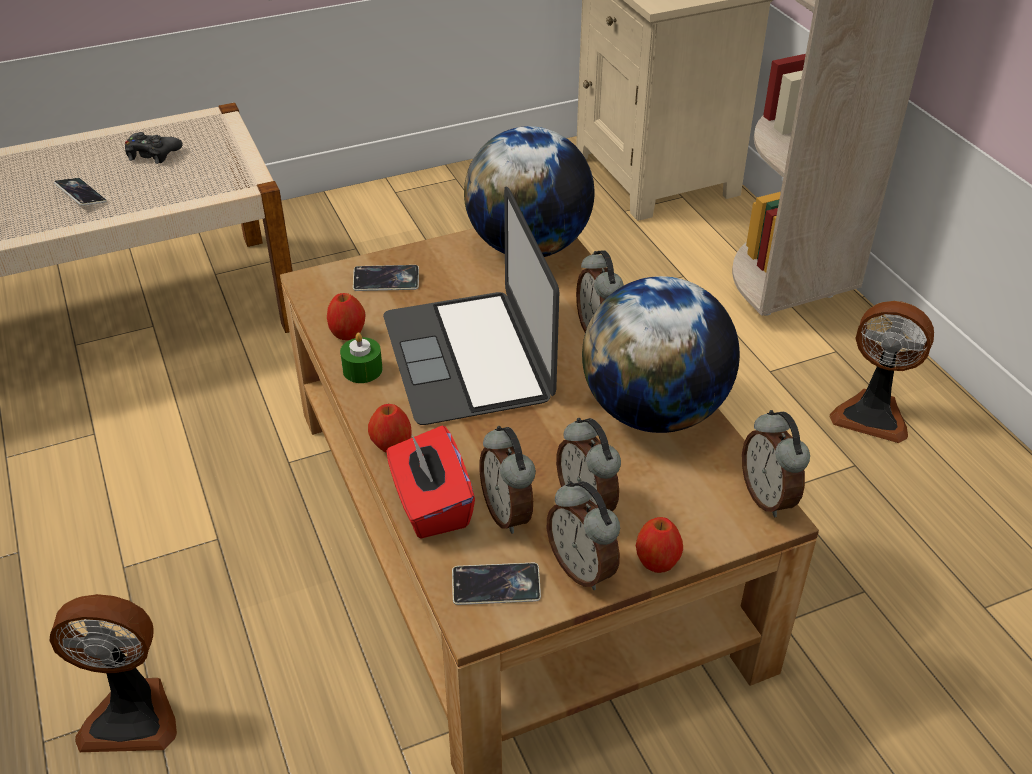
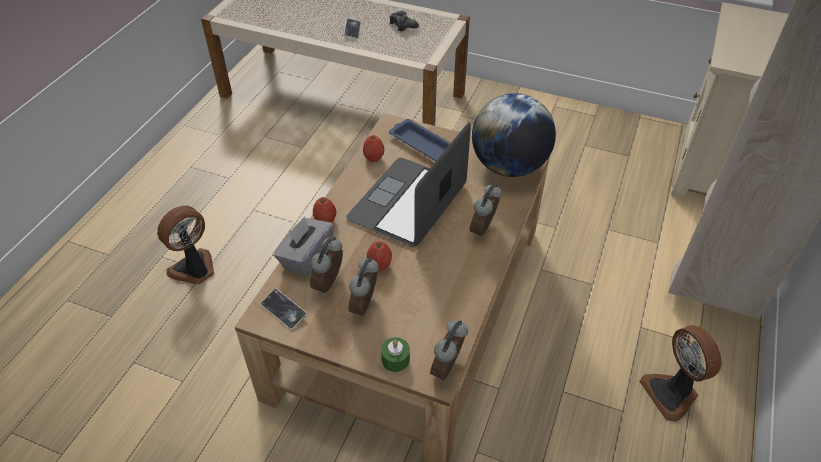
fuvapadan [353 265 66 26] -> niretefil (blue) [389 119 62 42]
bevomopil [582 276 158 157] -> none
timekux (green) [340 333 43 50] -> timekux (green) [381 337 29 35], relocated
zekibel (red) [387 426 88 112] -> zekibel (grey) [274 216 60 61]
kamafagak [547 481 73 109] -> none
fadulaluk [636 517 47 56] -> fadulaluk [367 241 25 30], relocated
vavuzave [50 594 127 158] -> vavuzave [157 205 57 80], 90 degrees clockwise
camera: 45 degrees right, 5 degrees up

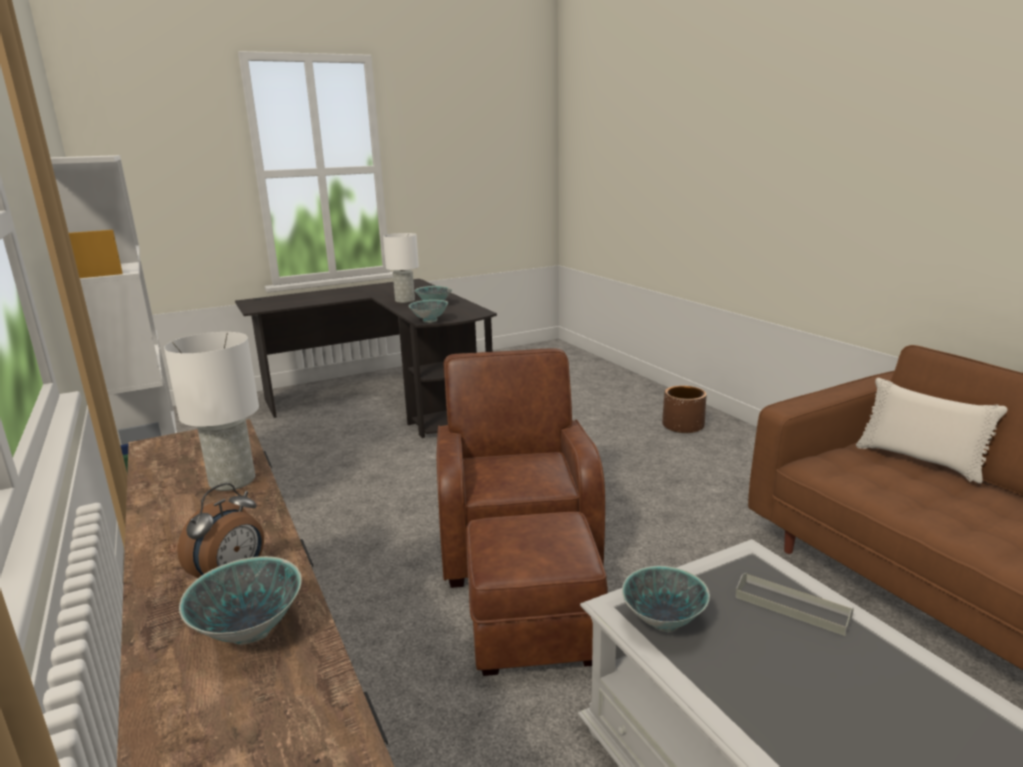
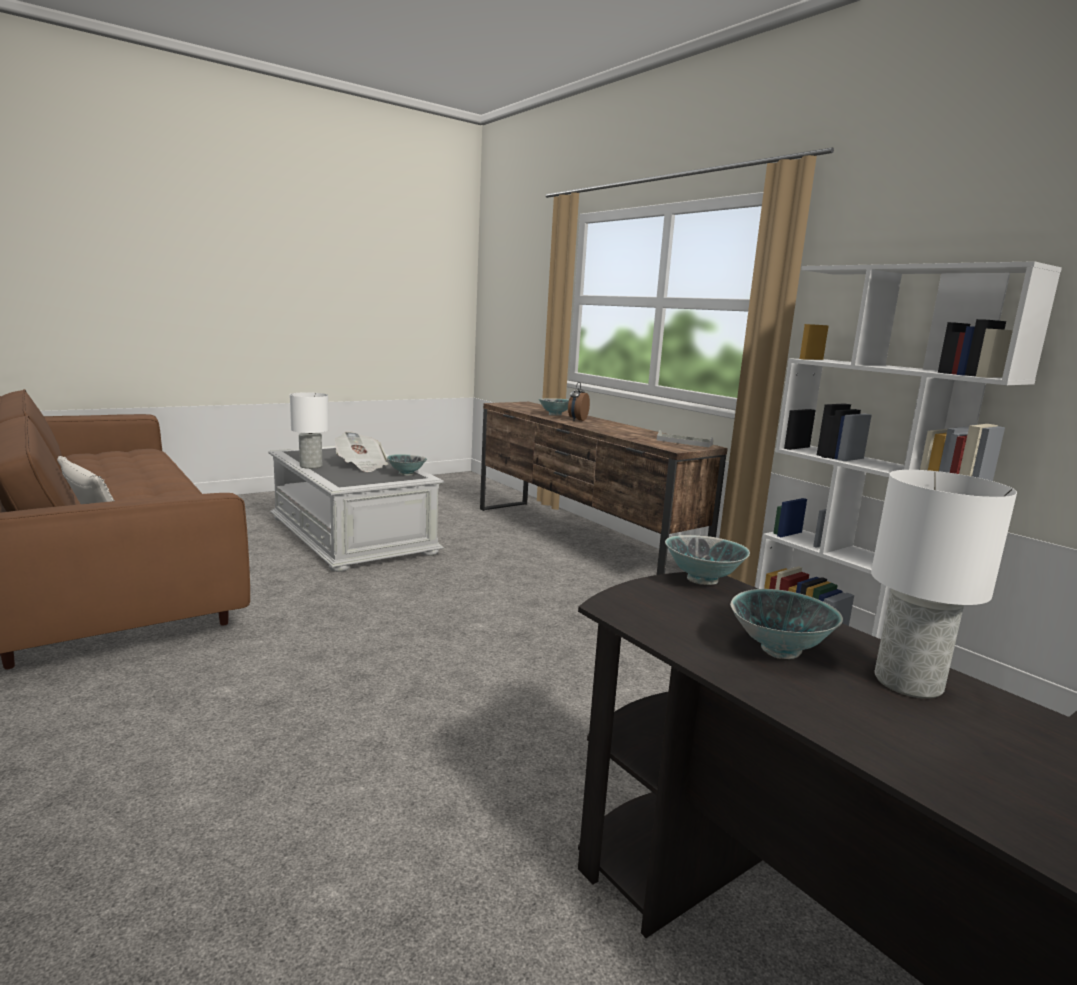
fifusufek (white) [164 332 95 159] -> fifusufek (white) [290 392 39 77], relocated
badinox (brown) [437 349 171 327] -> none
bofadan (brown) [662 386 45 47] -> none
niretefil (grey) [735 573 119 63] -> niretefil (grey) [657 430 57 17], relocated
none -> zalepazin [335 431 53 41]
camera: 170 degrees right, 5 degrees down

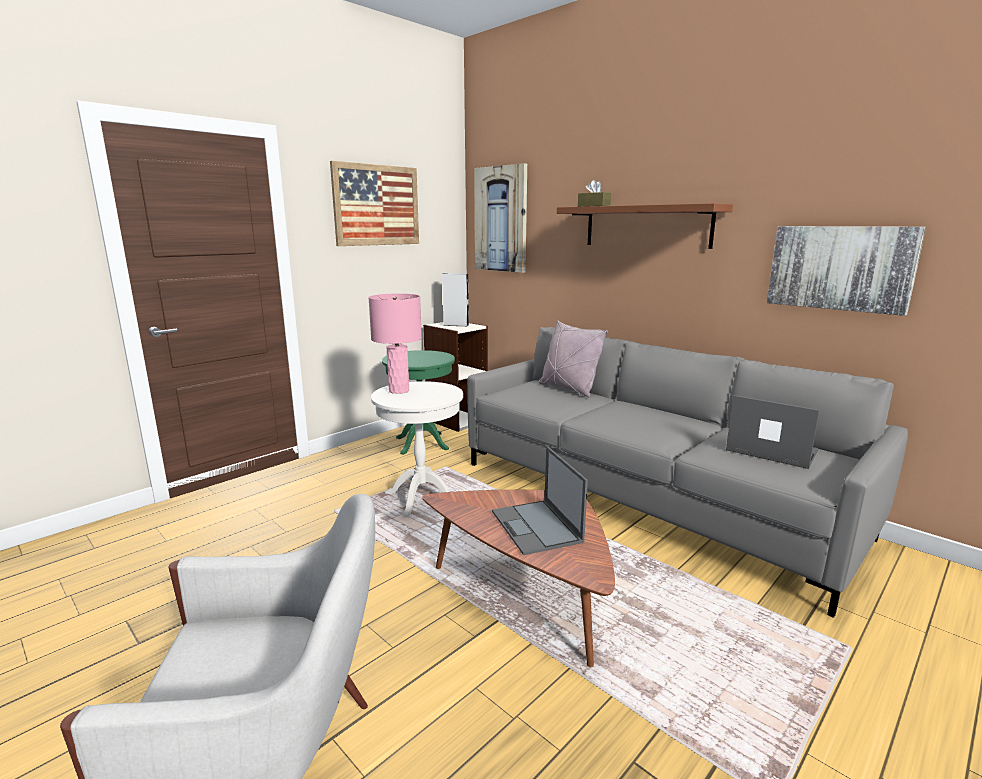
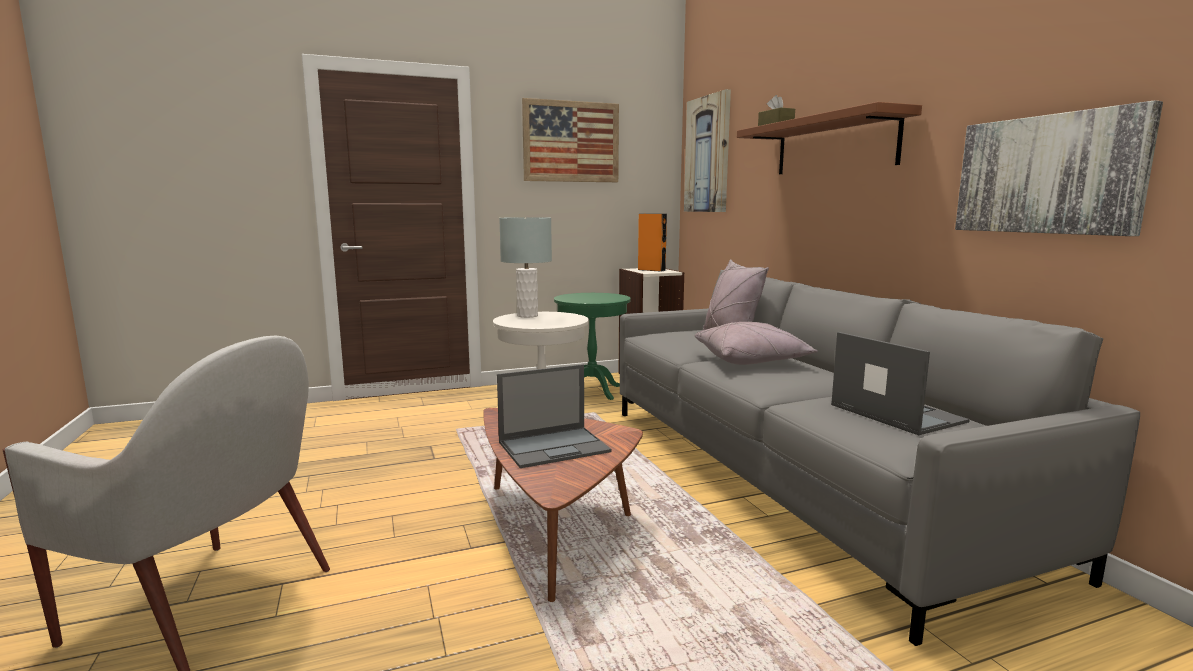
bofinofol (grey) [442 273 27 53] -> bofinofol (orange) [638 214 29 58]
fifusufek (pink) [368 293 54 101] -> fifusufek (grey) [499 217 53 101]
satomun [492 446 96 109] -> satomun [497 364 115 104], 120 degrees counterclockwise
none -> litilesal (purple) [694 322 124 43]
camera: 25 degrees right, 5 degrees down

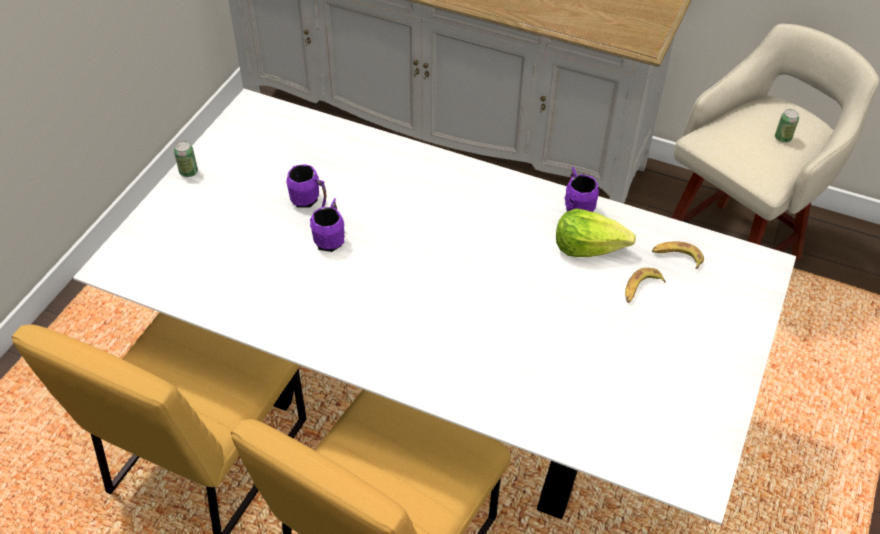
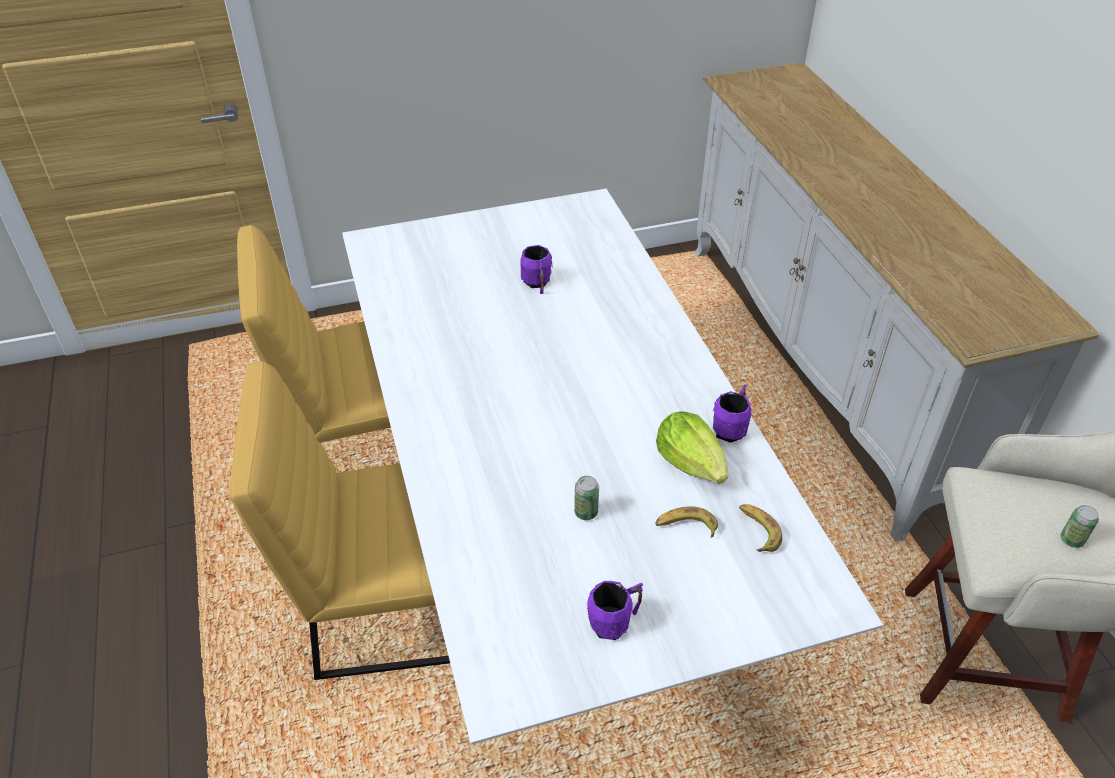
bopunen [174 141 24 36] -> bopunen [574 476 25 44], relocated
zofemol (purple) [310 198 35 54] -> zofemol (purple) [587 581 56 59], relocated
camera: 50 degrees right, 5 degrees down

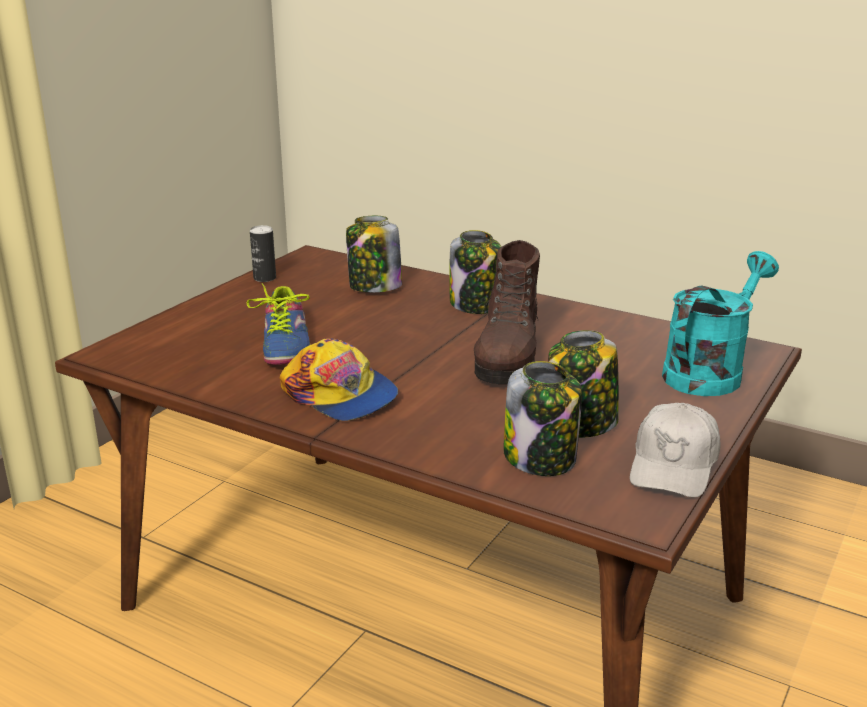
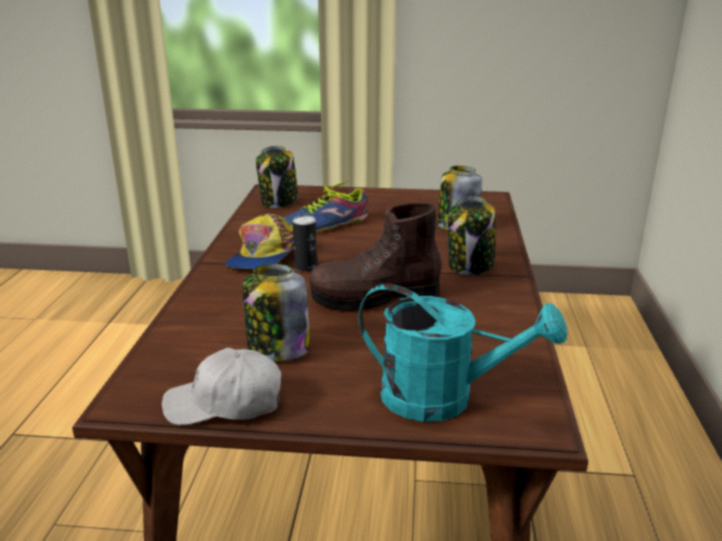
bopunen [250 225 26 57] -> bopunen [293 215 24 57], relocated
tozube [503 361 79 115] -> tozube [256 146 43 62], relocated
camera: 65 degrees right, 0 degrees up

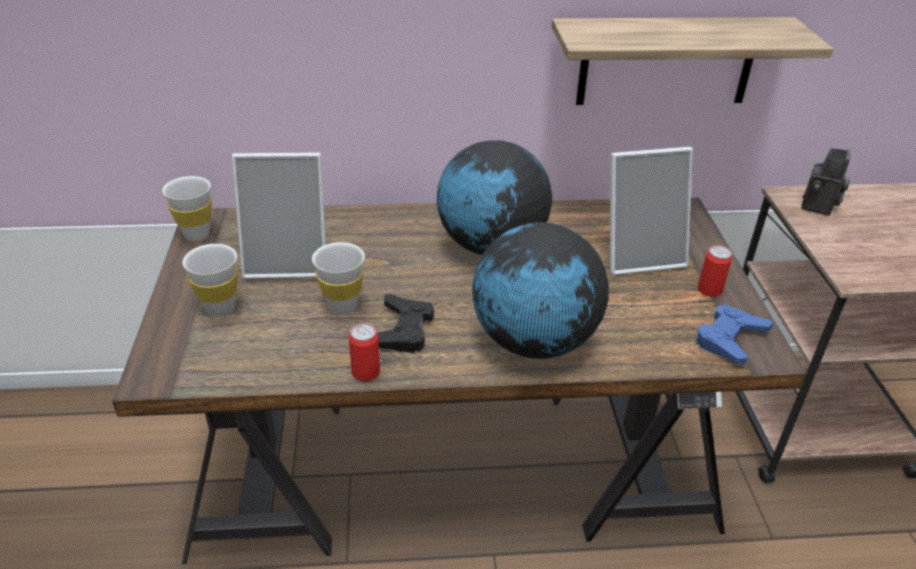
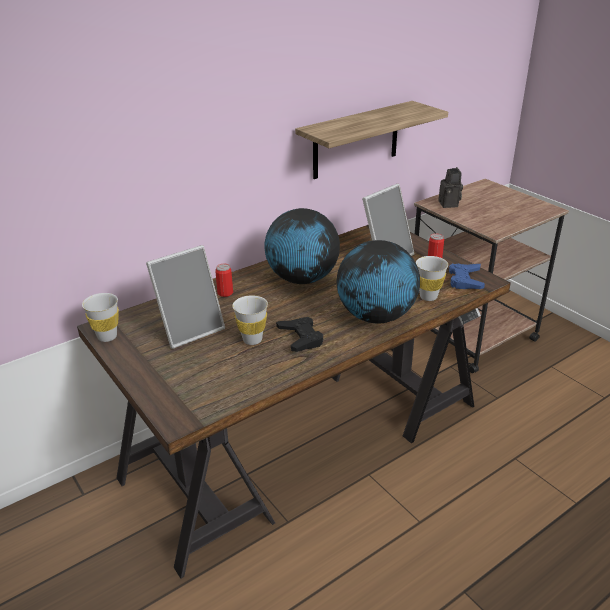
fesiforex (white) [183 244 55 73] -> fesiforex (white) [416 256 32 45], relocated
bopunen [349 323 31 58] -> bopunen [215 264 18 33], relocated
camera: 30 degrees left, 5 degrees down

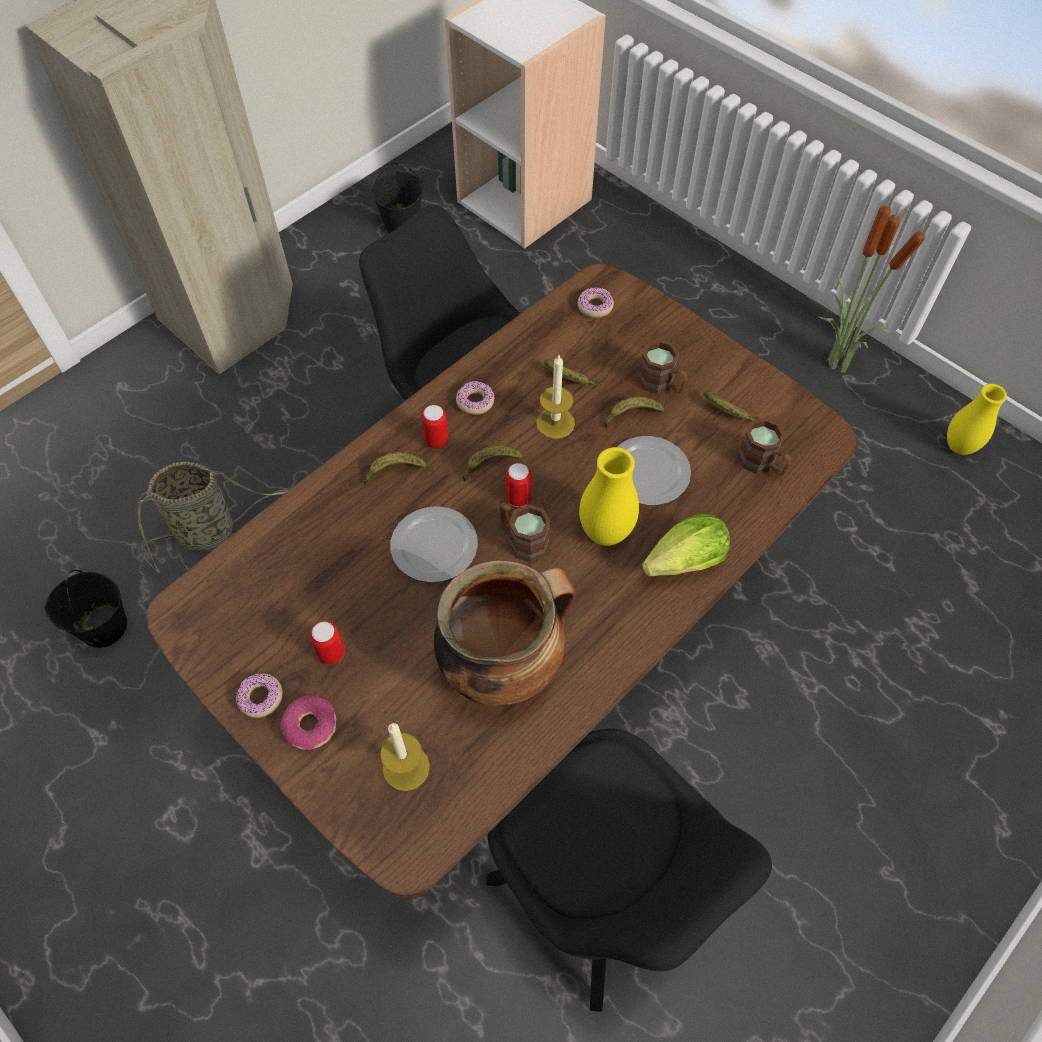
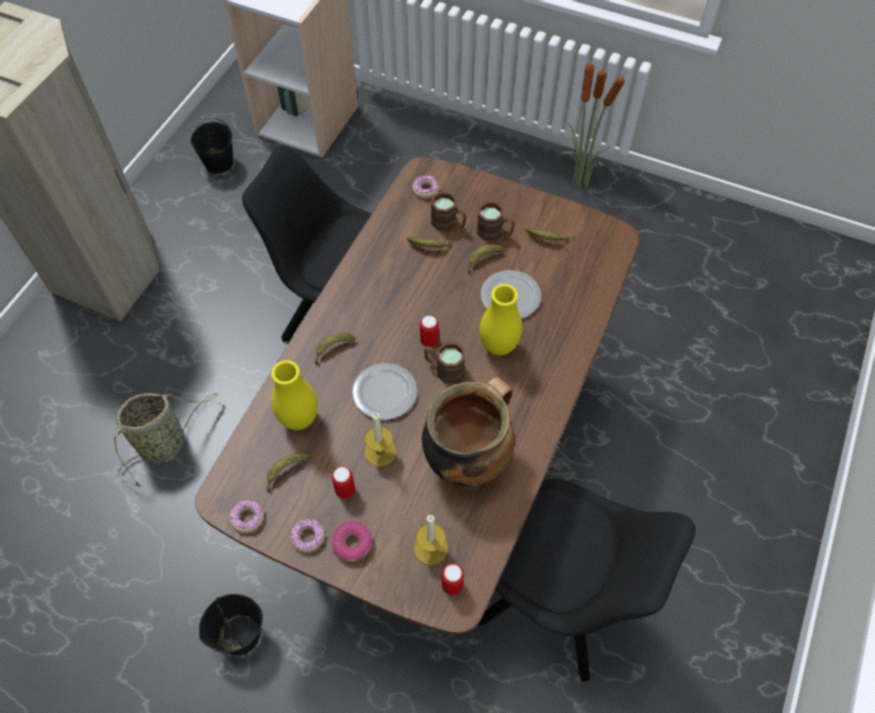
timekux [536 355 39 84] -> timekux [365 412 31 55], relocated
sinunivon [456 381 39 34] -> sinunivon [230 500 34 33], relocated
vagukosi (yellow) [947 384 60 71] -> vagukosi (yellow) [271 360 47 70], relocated
bopunen [421 405 28 43] -> bopunen [442 564 22 31], relocated
zofemol (brown) [737 418 55 58] -> zofemol (brown) [431 192 35 39], relocated
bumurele [463 445 59 36] -> bumurele [267 453 42 40], relocated
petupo [642 514 88 62] -> none
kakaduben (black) [45 570 82 78] -> kakaduben (black) [199 594 64 61], relocated
camera: 20 degrees left, 0 degrees up

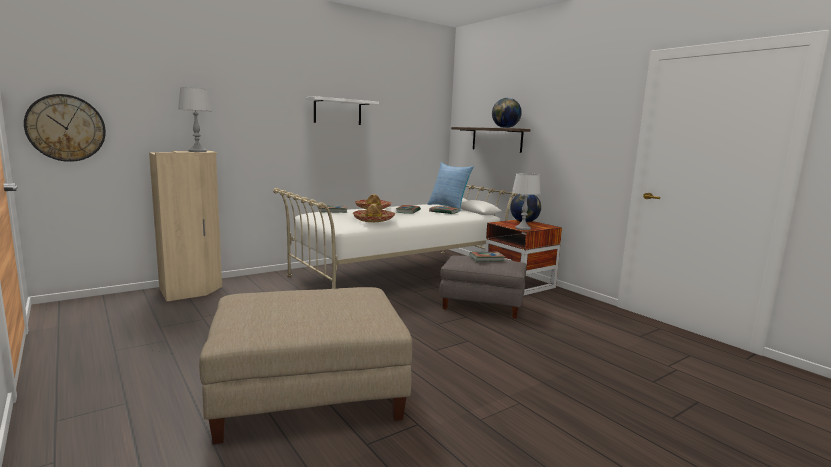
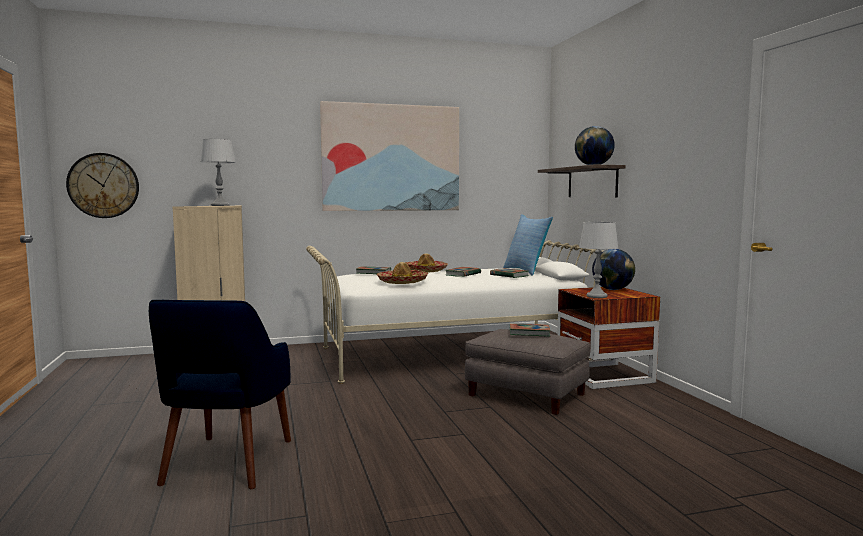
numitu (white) [305 96 74 29] -> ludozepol [320 101 139 110]
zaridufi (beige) [199 287 213 157] -> badinox (blue) [149 300 142 189]
camera: 20 degrees right, 5 degrees down

